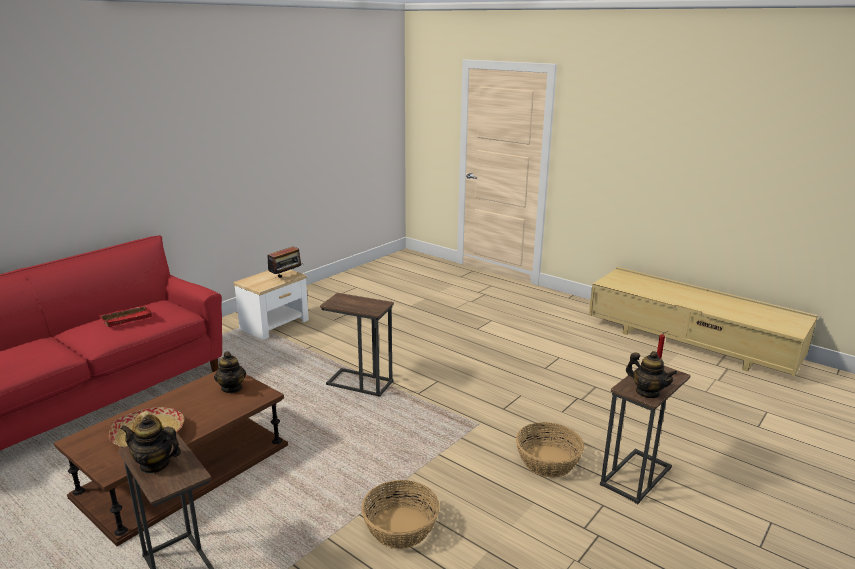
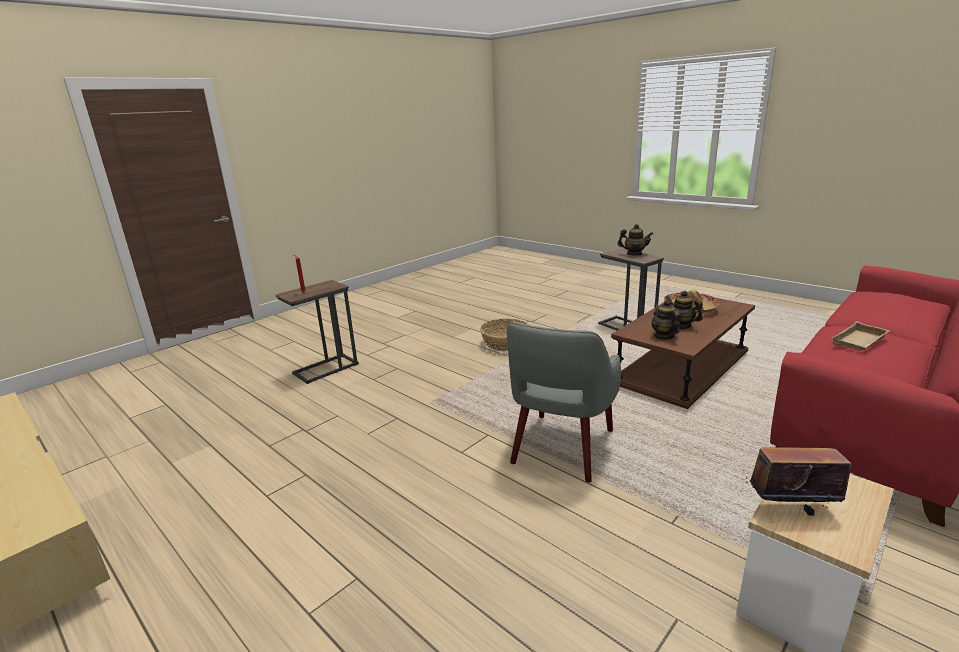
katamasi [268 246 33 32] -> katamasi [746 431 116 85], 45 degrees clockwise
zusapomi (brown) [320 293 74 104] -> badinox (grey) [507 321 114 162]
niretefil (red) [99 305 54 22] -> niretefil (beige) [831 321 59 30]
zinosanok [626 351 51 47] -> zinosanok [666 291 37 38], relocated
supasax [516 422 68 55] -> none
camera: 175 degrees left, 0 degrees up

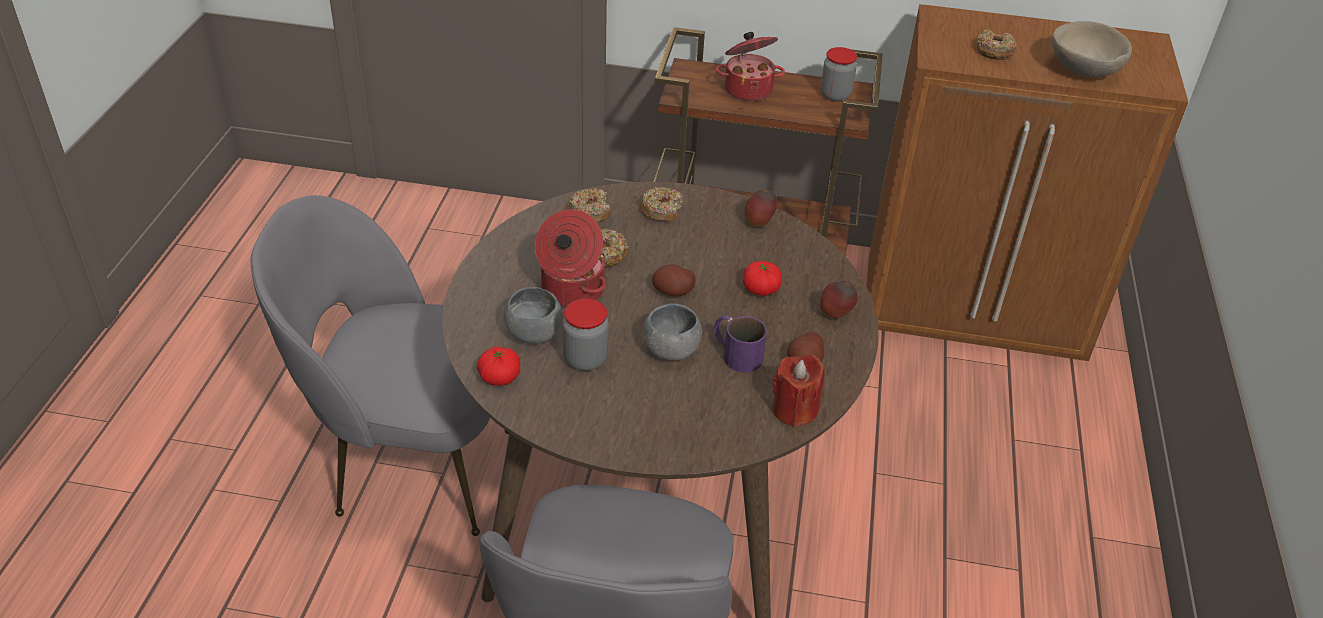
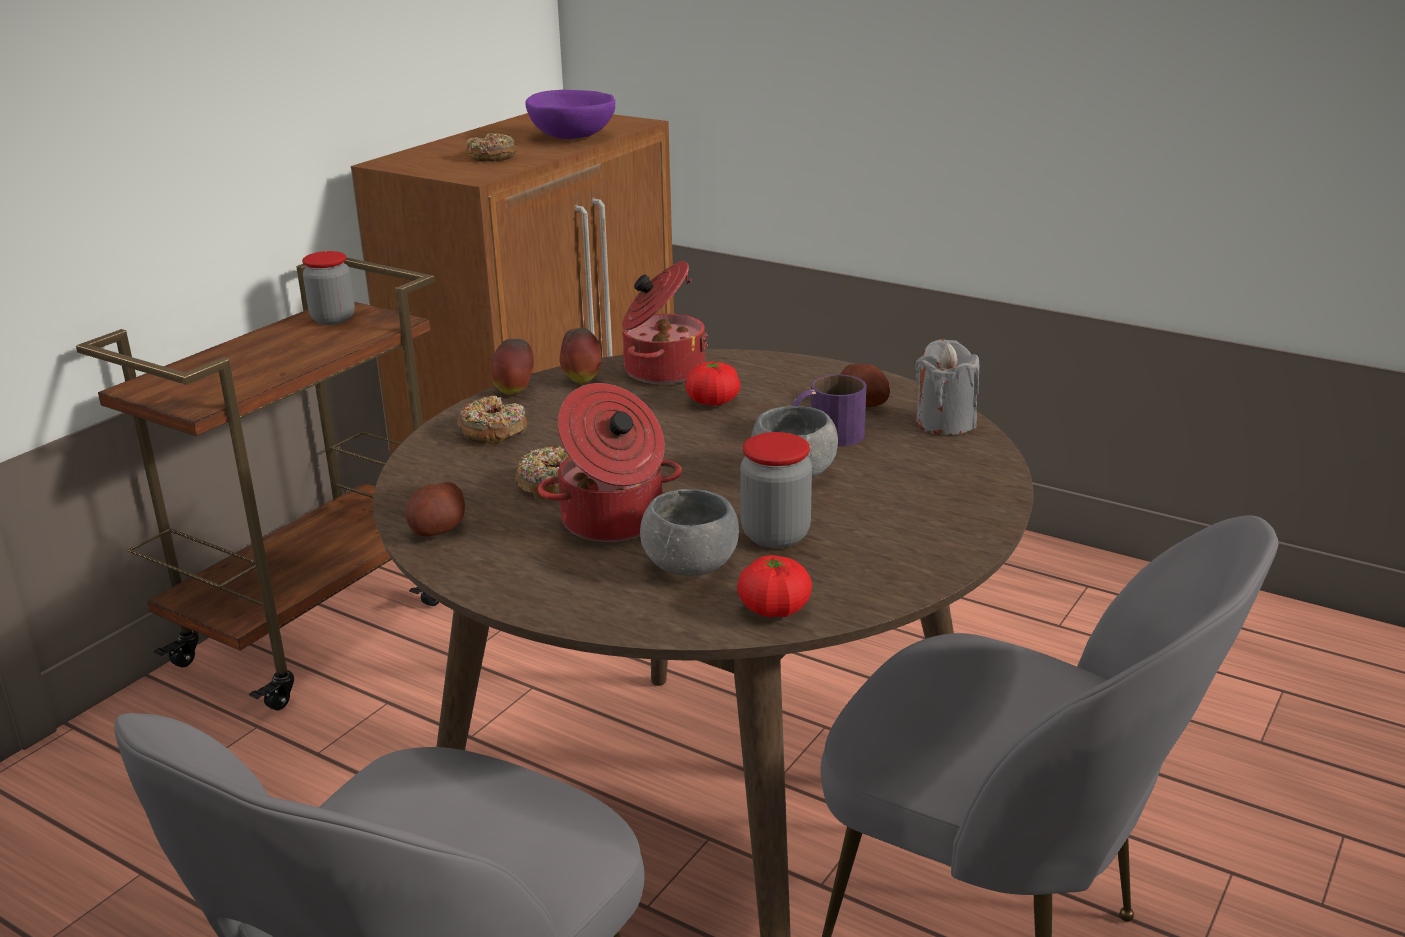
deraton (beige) [1052 21 80 56] -> deraton (purple) [526 90 89 49]
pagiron [716 32 69 69] -> pagiron [622 261 86 123], relocated
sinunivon [568 188 43 34] -> none
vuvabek [652 264 44 32] -> vuvabek [405 482 60 54], relocated
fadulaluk [820 281 38 37] -> fadulaluk [490 339 44 55], relocated
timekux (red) [773 354 52 73] -> timekux (grey) [915 339 64 96]
camera: 65 degrees left, 15 degrees down

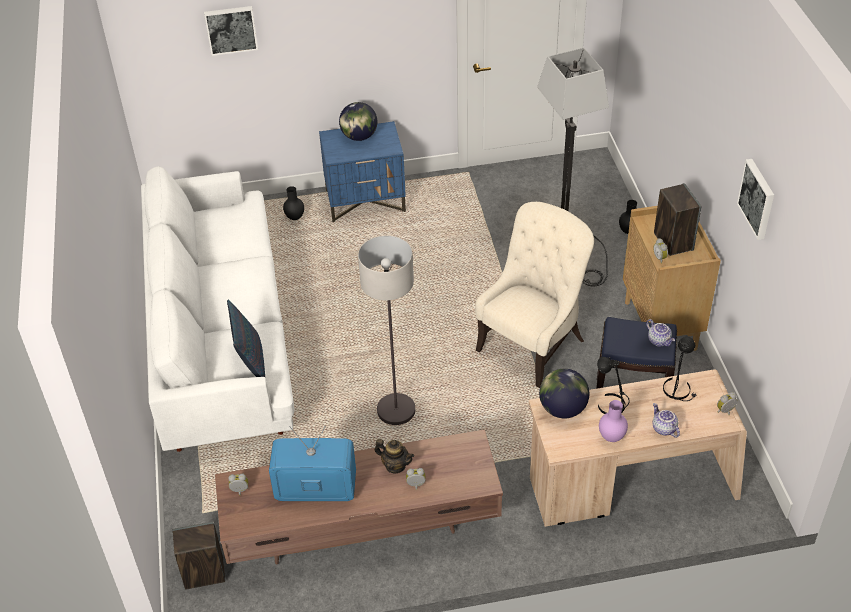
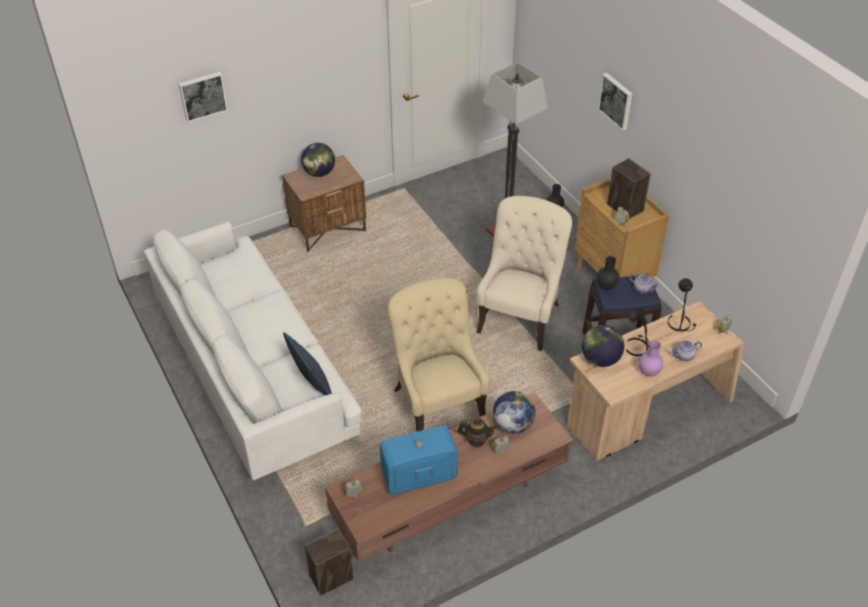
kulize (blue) [319 121 87 101] -> kulize (brown) [282 155 84 97]
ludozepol [737 159 37 81] -> ludozepol [598 73 35 58], relocated
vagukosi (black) [283 186 21 34] -> vagukosi (black) [597 256 22 34], relocated
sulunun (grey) [358 235 57 190] -> badinox (beige) [388 278 102 154]
zinosanok [653 403 27 35] -> zinosanok [671 340 31 21], 60 degrees counterclockwise
none -> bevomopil [493 391 42 43]
camera: 20 degrees left, 0 degrees up

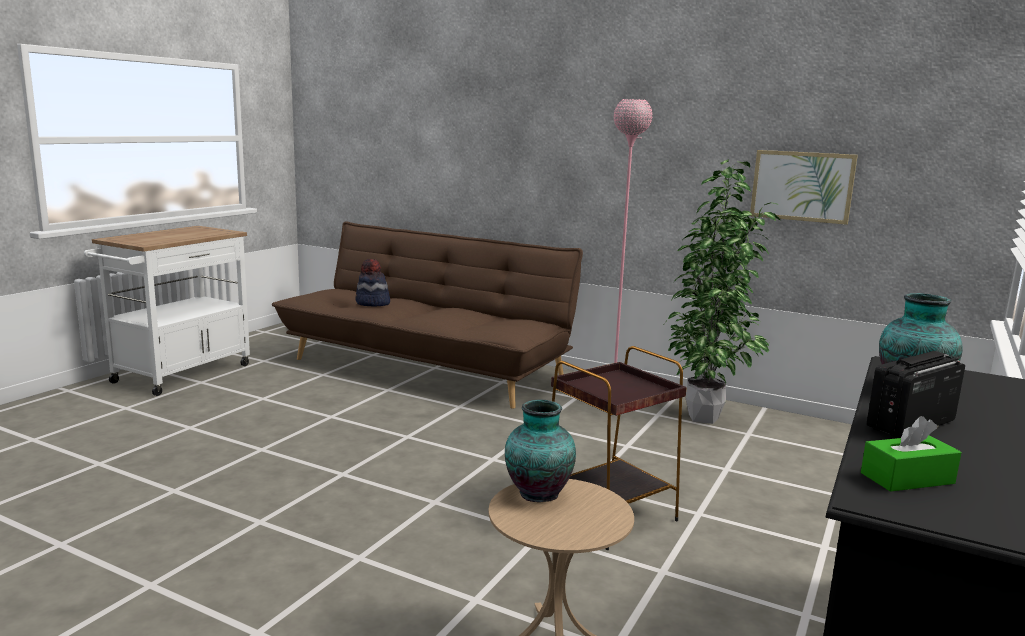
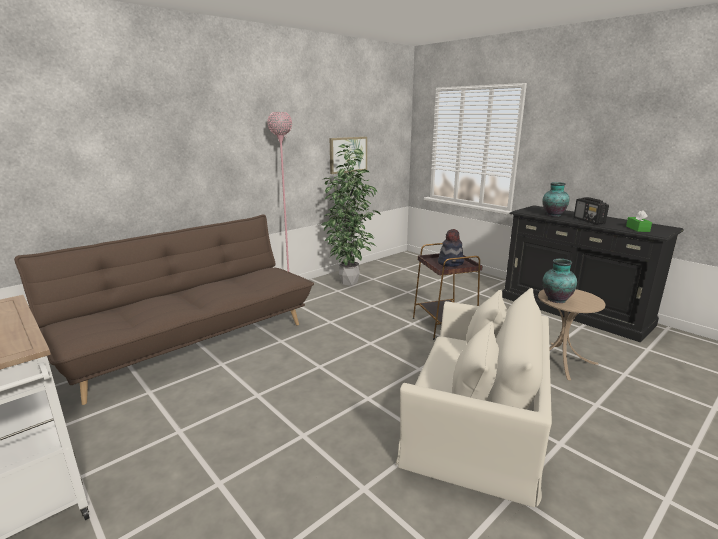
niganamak [355 259 35 48] -> niganamak [438 229 26 38], relocated
none -> badinox (beige) [396 288 156 219]
camera: 70 degrees left, 5 degrees up

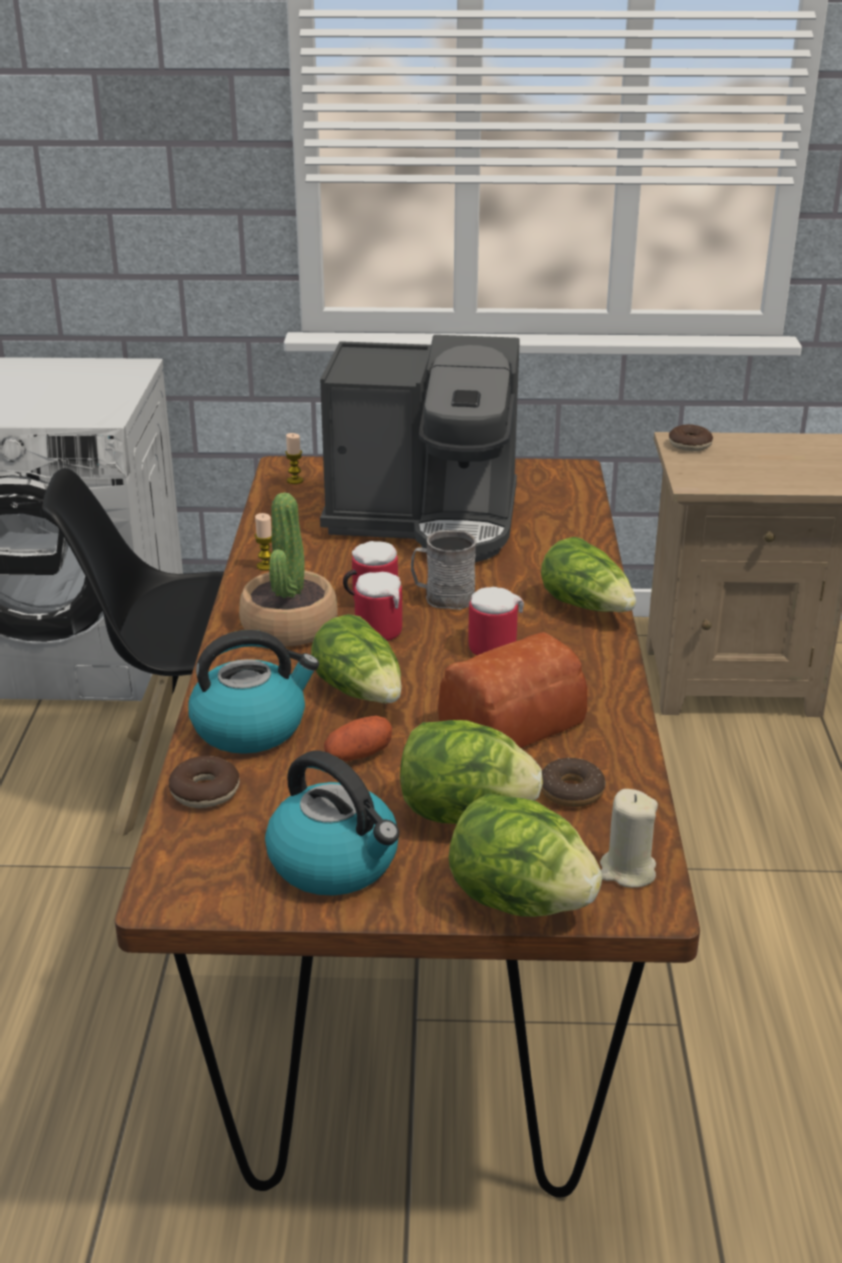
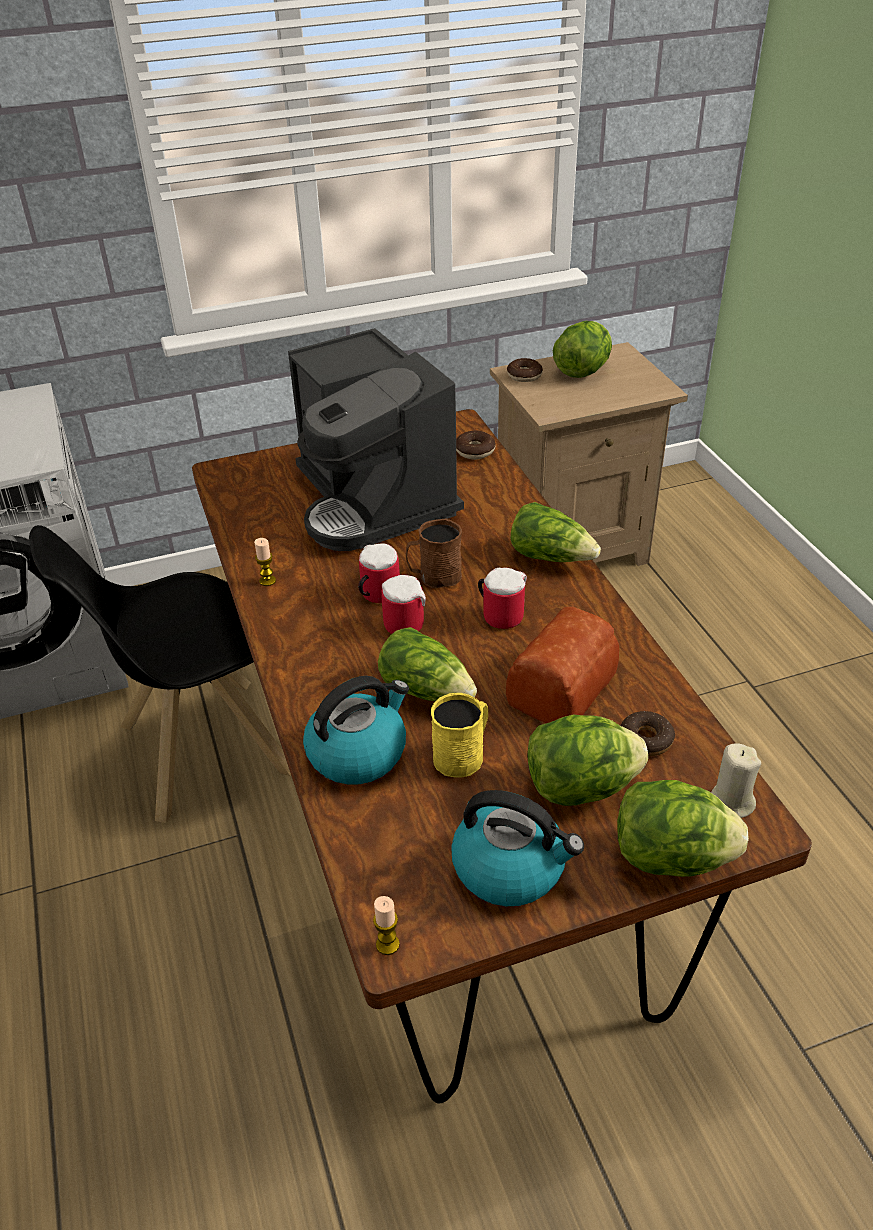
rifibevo [320 335 200 227] -> rifibevo [288 328 176 223], 75 degrees clockwise
timekux [285 433 18 51] -> timekux [373 896 27 59], relocated
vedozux [239 492 99 155] -> none
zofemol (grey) [411 530 66 80] -> zofemol (brown) [406 518 56 70]
vuvabek [324 716 68 45] -> zofemol (yellow) [431 693 57 85]
sinunivon [168 756 72 52] -> sinunivon [456 431 40 29], relocated
none -> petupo [553 321 59 57]
camera: 20 degrees left, 10 degrees up

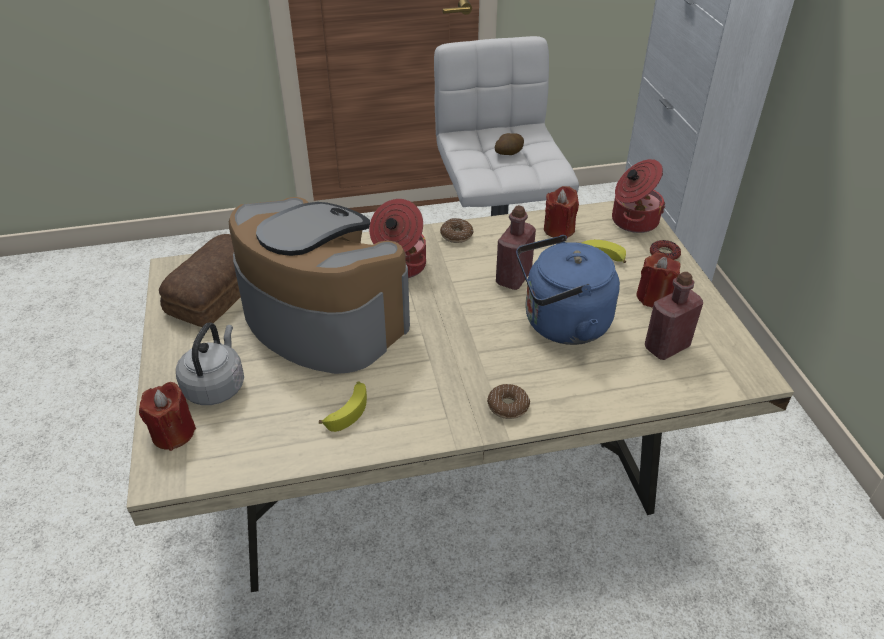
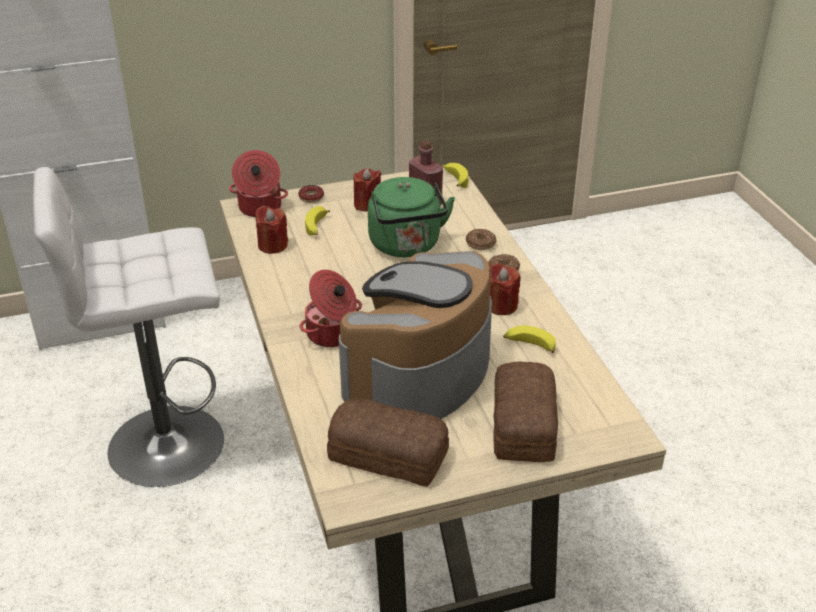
vuvabek [494 133 30 22] -> none
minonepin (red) [496 205 40 85] -> none
sinunivon [440 218 34 25] -> sinunivon [466 229 31 21], relocated
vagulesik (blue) [516 235 104 110] -> vagulesik (green) [368 177 87 80]
vagulesik (grey) [176 322 68 83] -> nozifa [493 361 65 101]
timekux (red) [139 382 57 69] -> timekux (red) [490 262 30 53], relocated
none -> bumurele [443 163 25 25]
camera: 95 degrees left, 5 degrees down

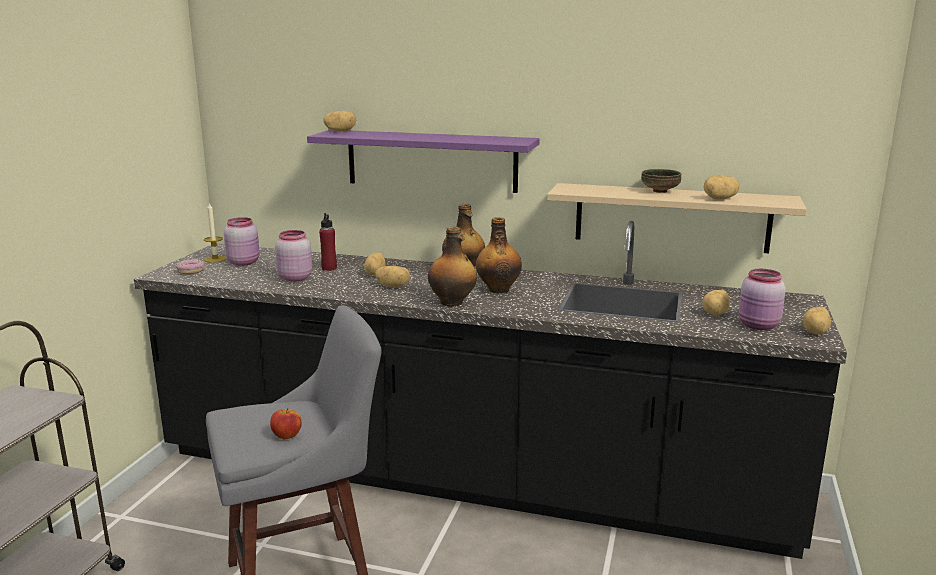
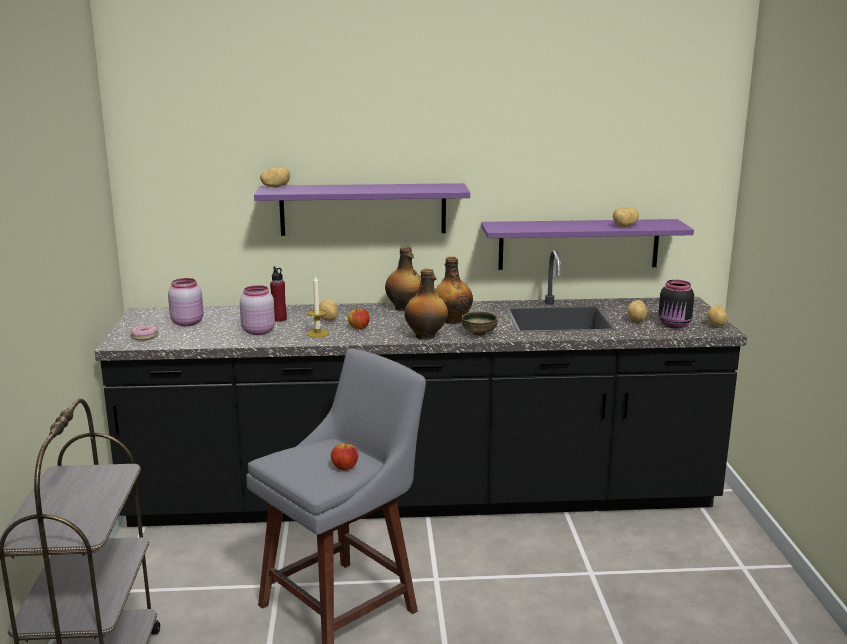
deraton [641 169 41 24] -> deraton [462 312 35 24], relocated
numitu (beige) [547 183 260 70] -> numitu (purple) [481 219 213 51]
timekux [204 202 23 61] -> timekux [306 275 23 62], relocated
vuvabek [375 266 35 22] -> fadulaluk [348 307 22 23]
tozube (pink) [738 269 48 61] -> tozube (black) [658 280 36 48]
camera: 20 degrees left, 0 degrees up

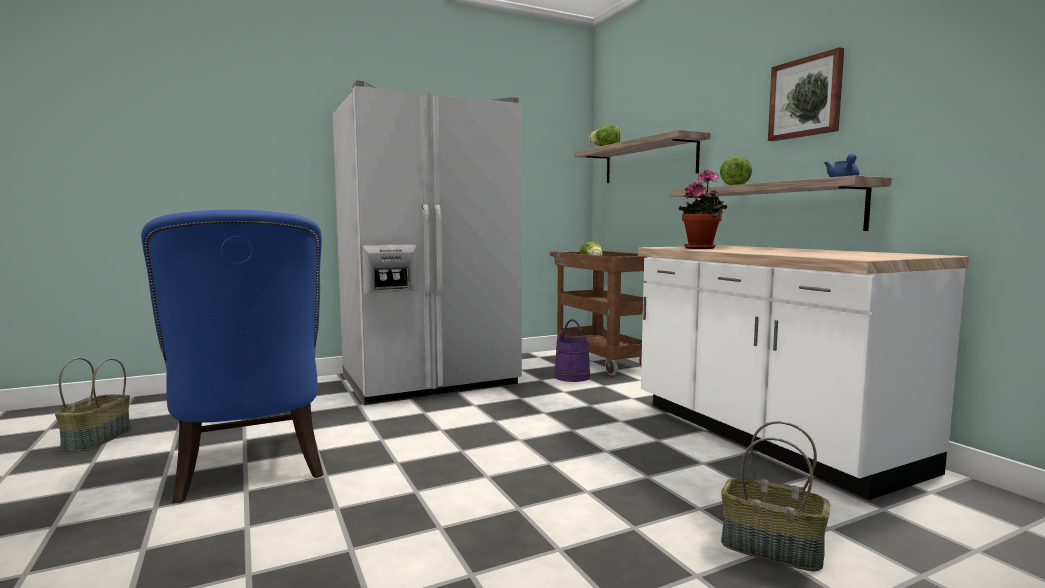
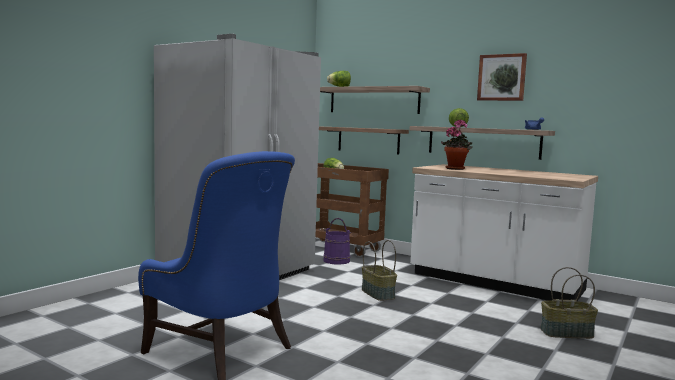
supasax [55 358 76 93] -> supasax [362 240 35 61], relocated
none -> numitu [319 127 90 28]
camera: 30 degrees left, 0 degrees up

